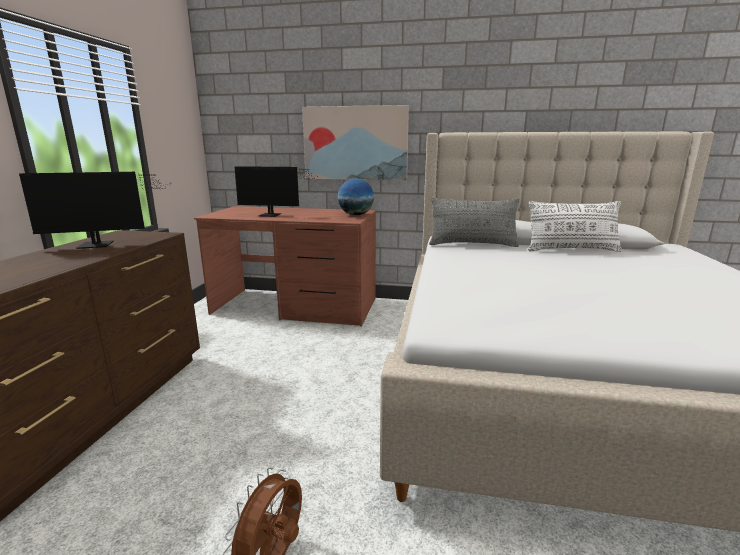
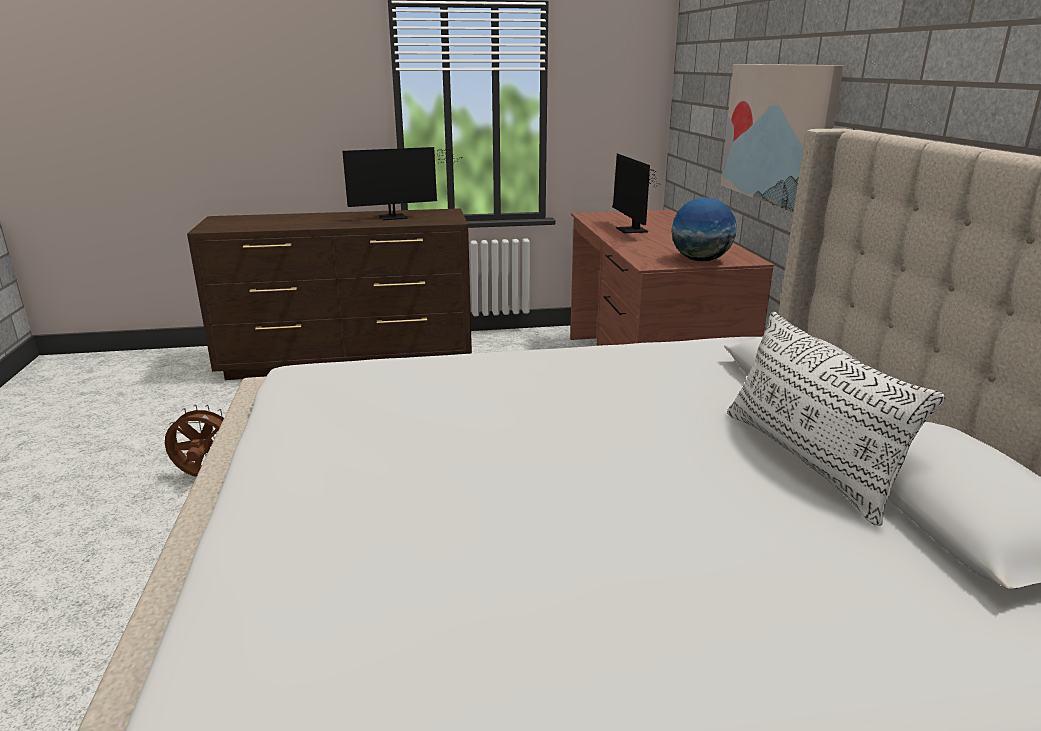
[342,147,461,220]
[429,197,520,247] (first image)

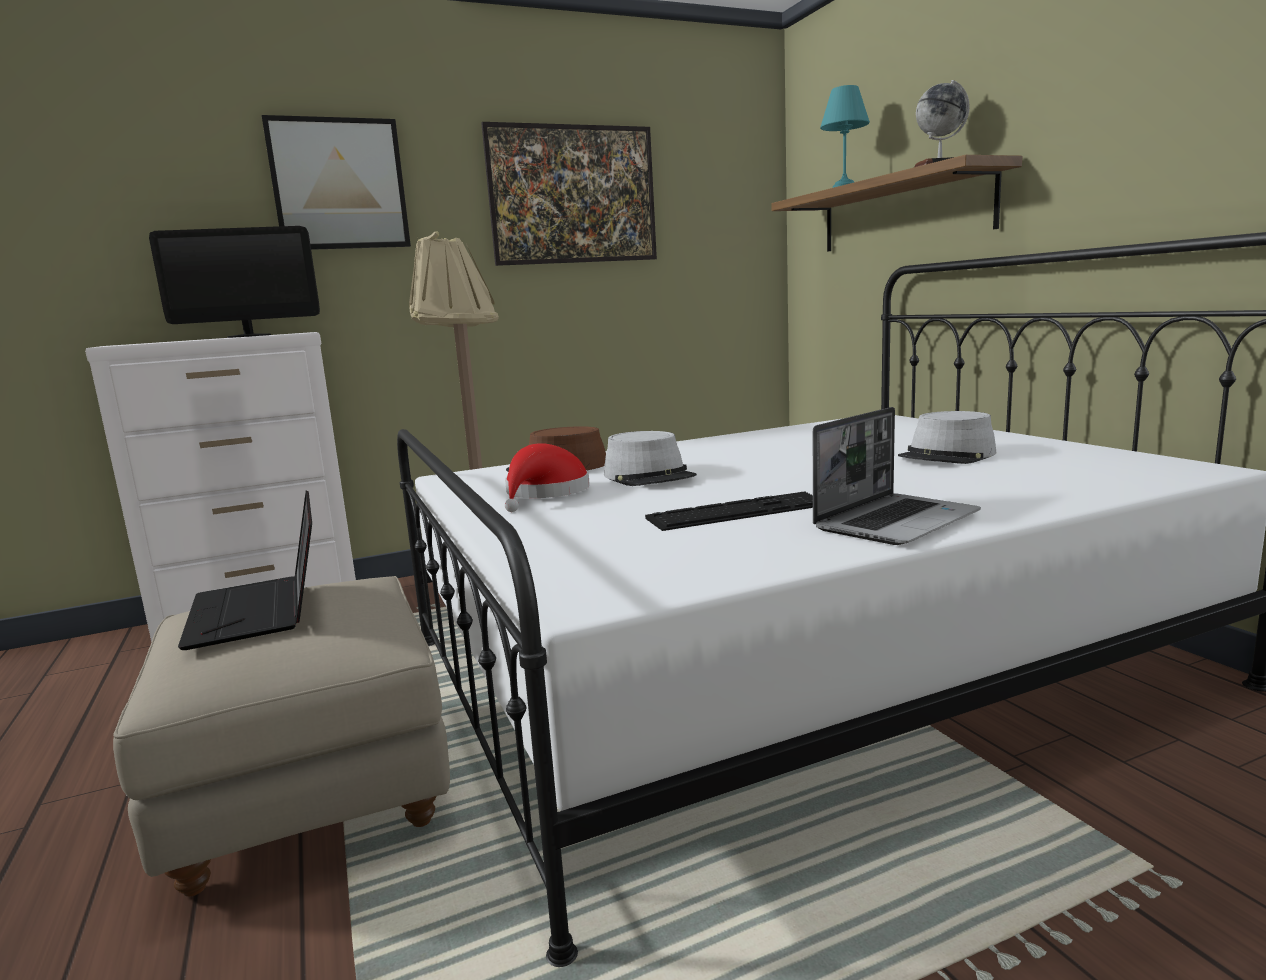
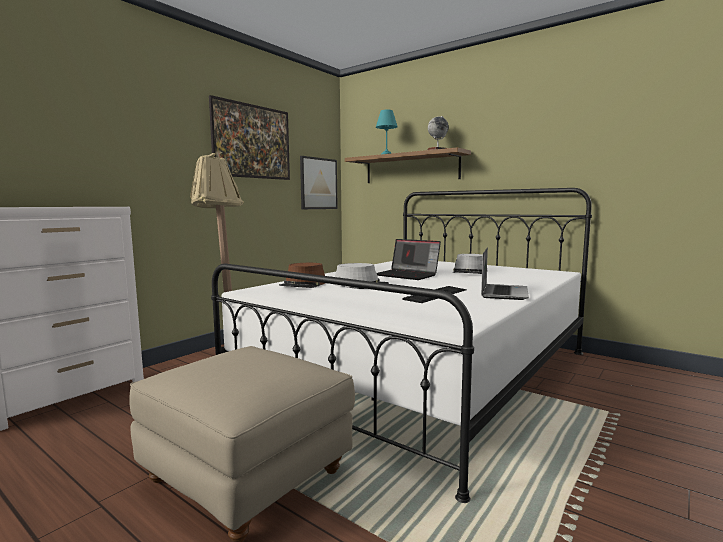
[300,156,338,209]
[149,226,320,338] (first image)
[505,443,590,512] (first image)
[377,239,441,280]

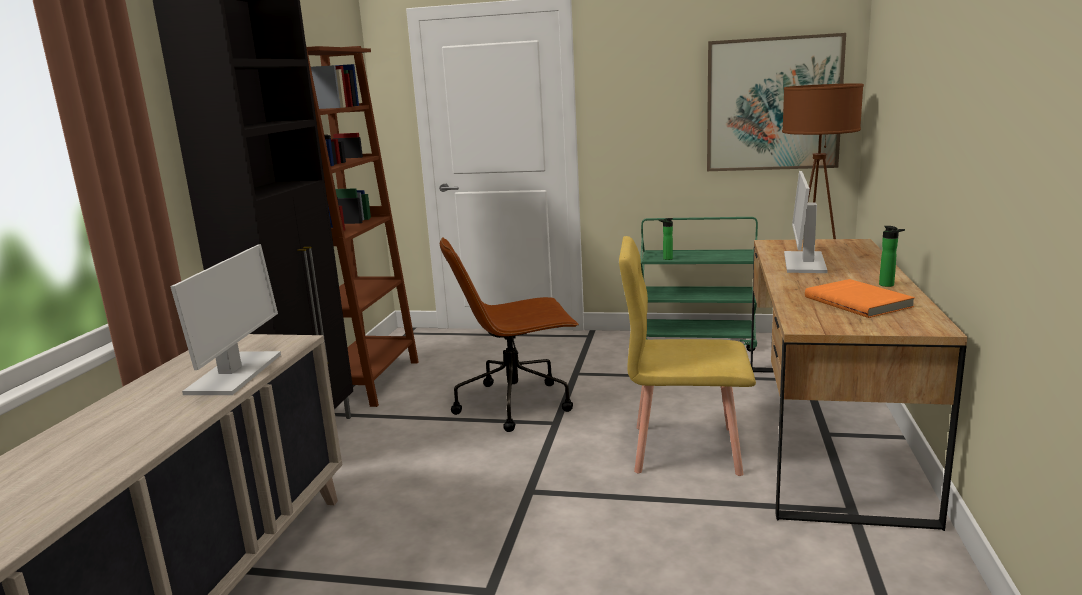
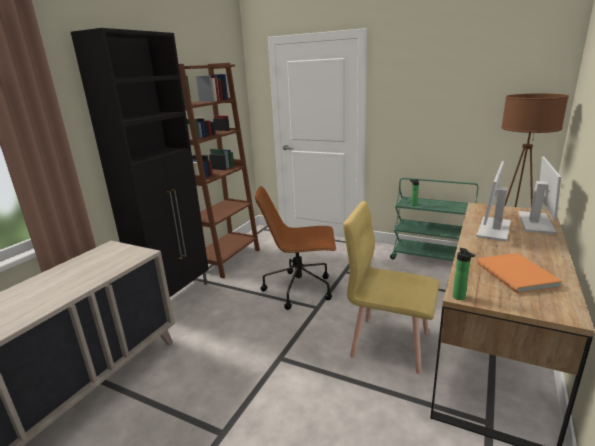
[707,33,846,171] (first image)
[453,248,475,300]
[518,157,561,234]

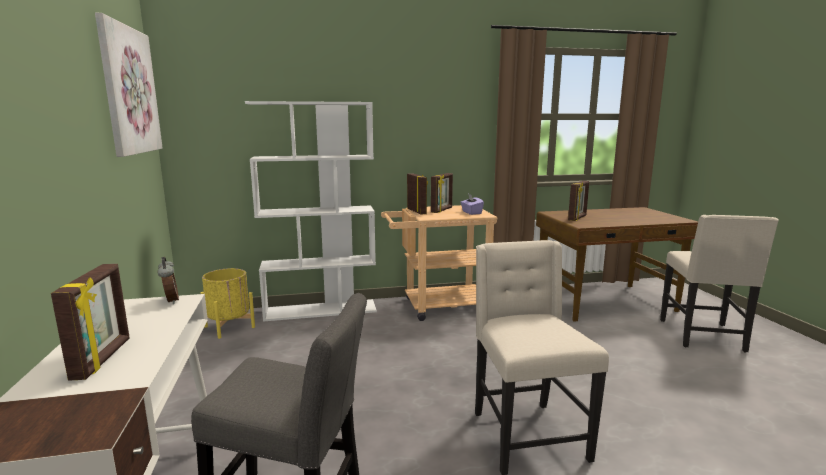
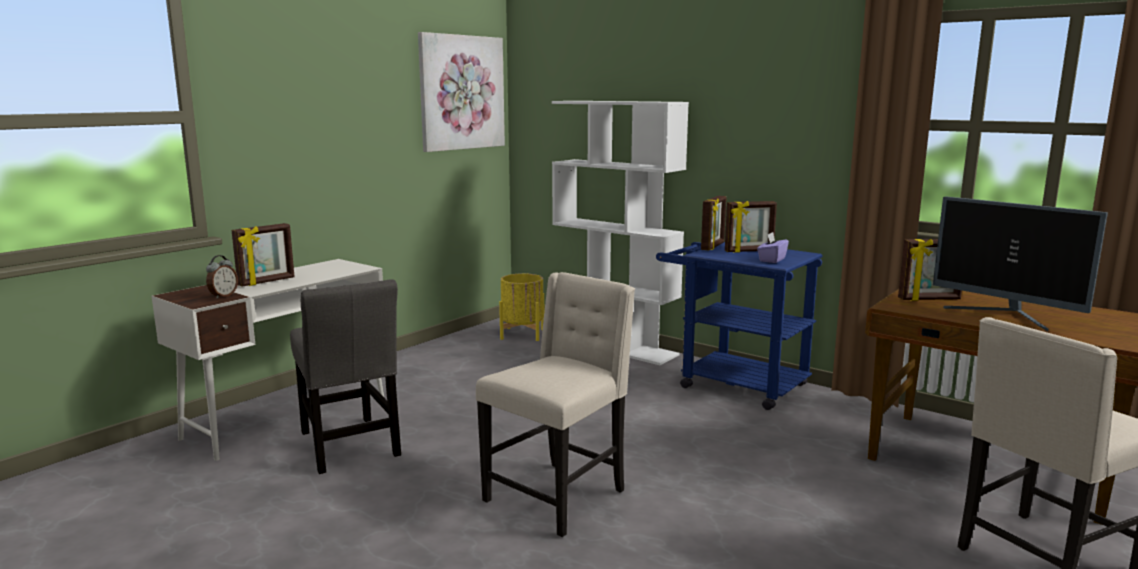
[656,242,822,410]
[206,255,238,299]
[933,196,1108,331]

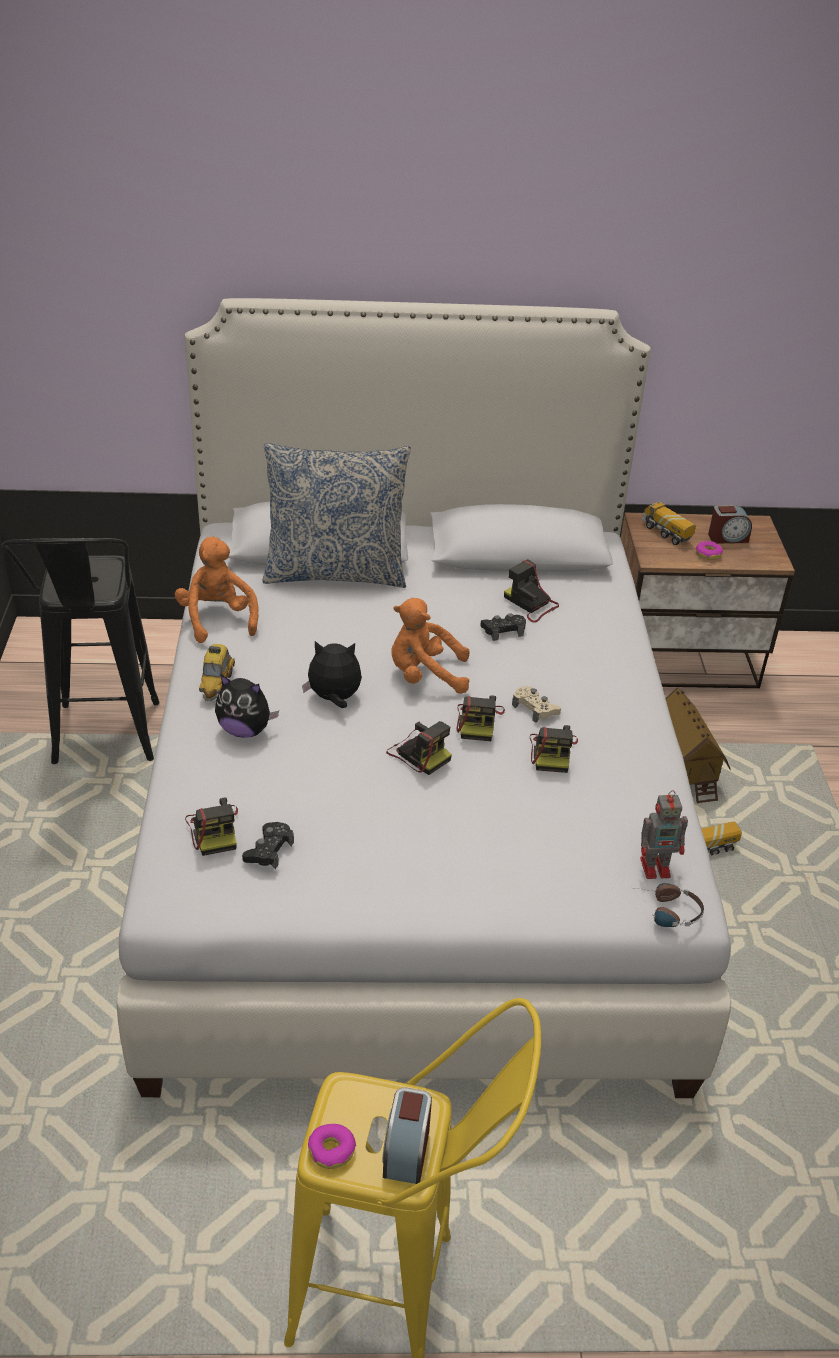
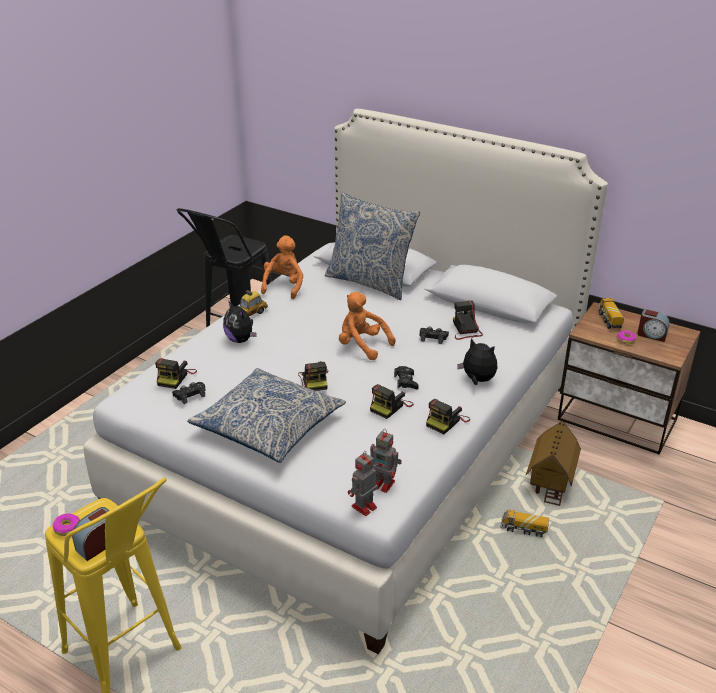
[457,338,497,385]
[394,366,419,389]
[426,399,470,434]
[348,451,377,516]
[187,368,346,463]

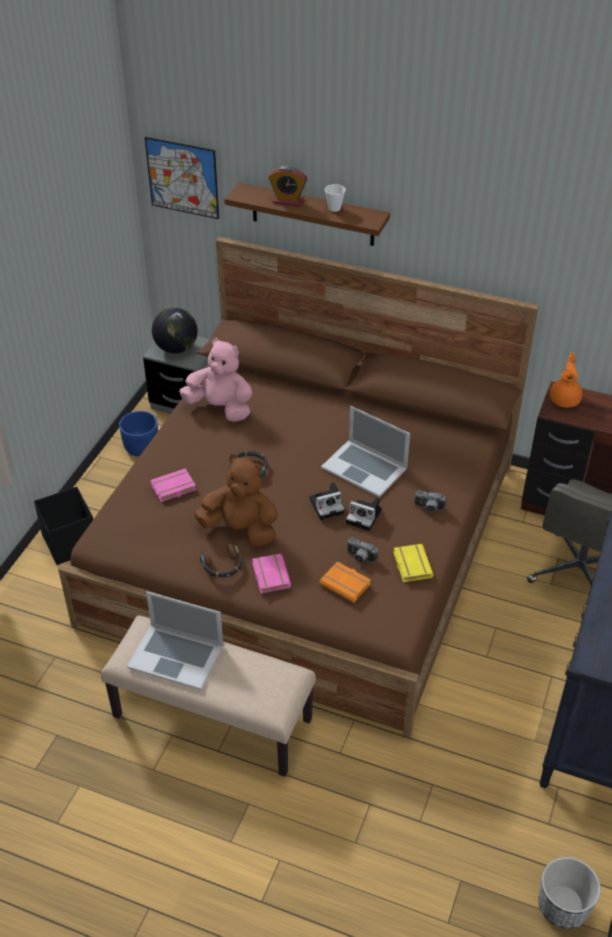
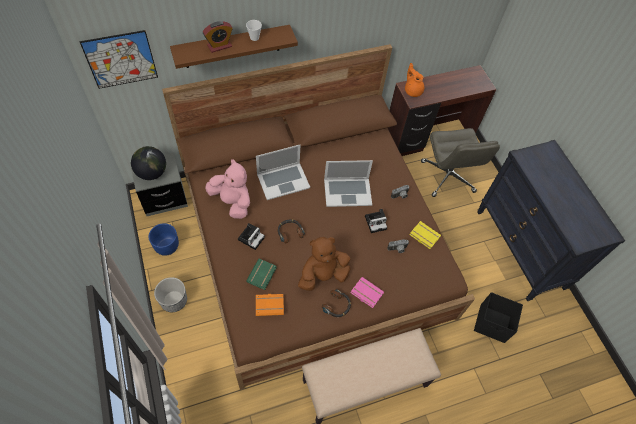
[205,159,250,219]
[246,259,276,290]
[238,223,265,250]
[474,292,523,343]
[256,294,284,316]
[256,145,310,200]
[154,277,187,312]

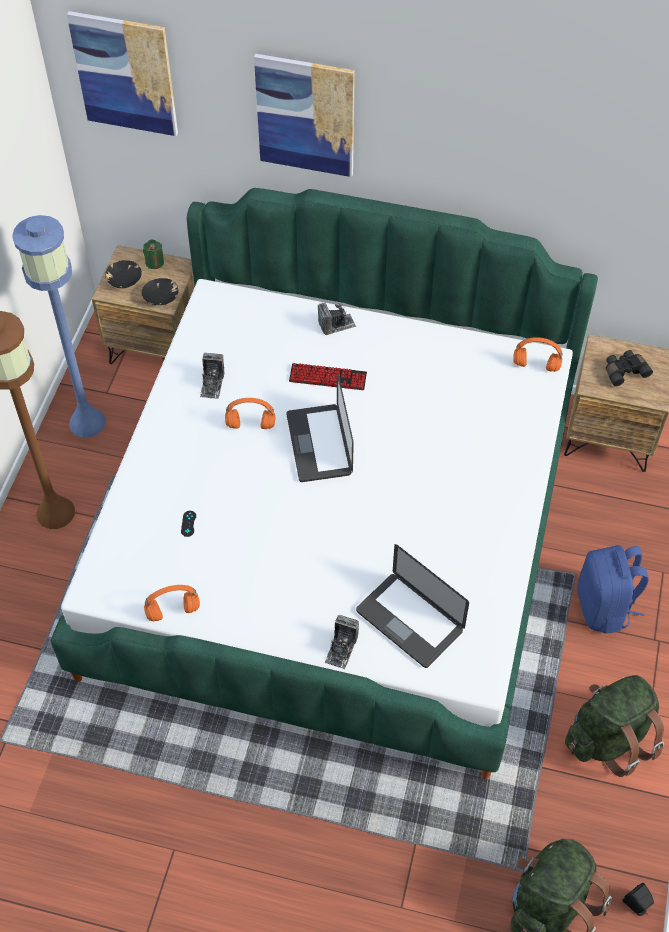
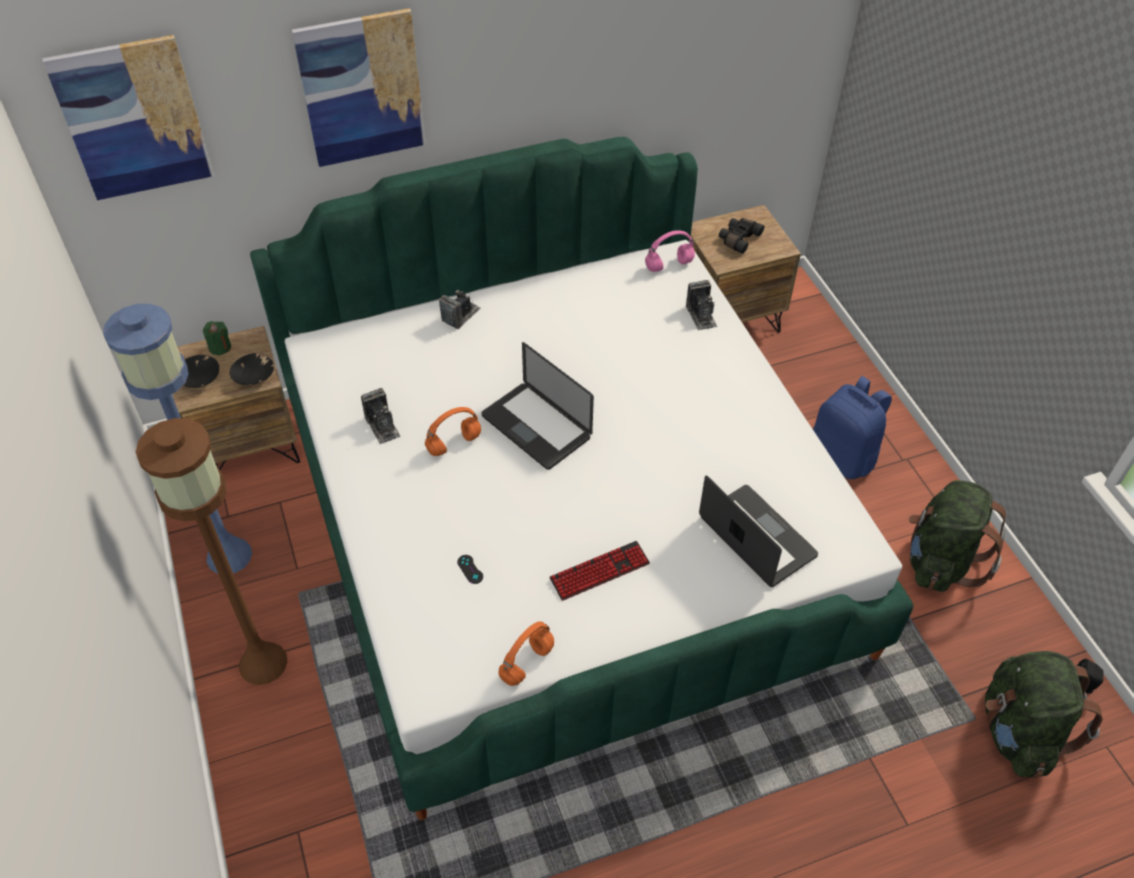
[645,230,695,272]
[549,541,650,601]
[699,475,818,587]
[686,280,717,331]

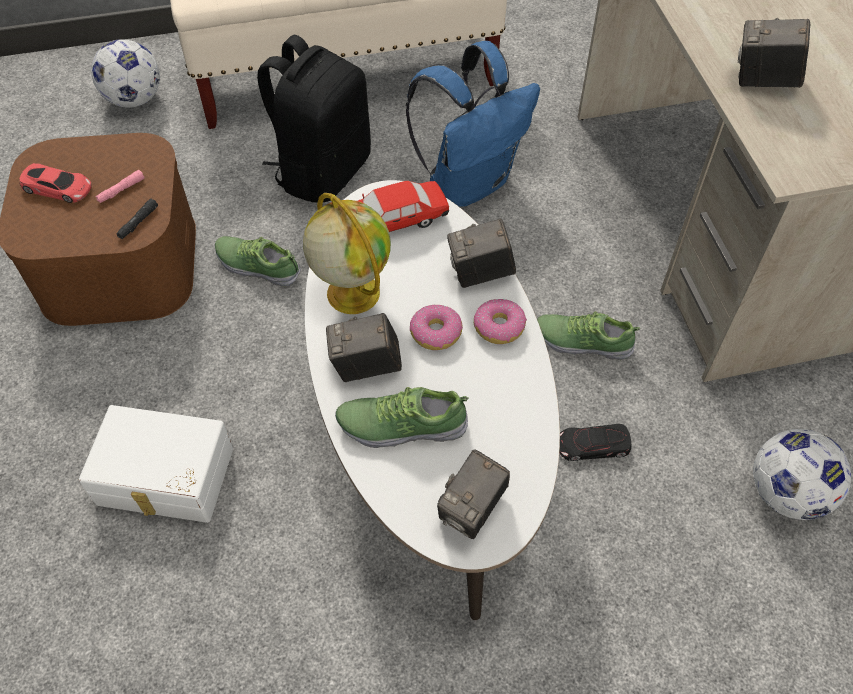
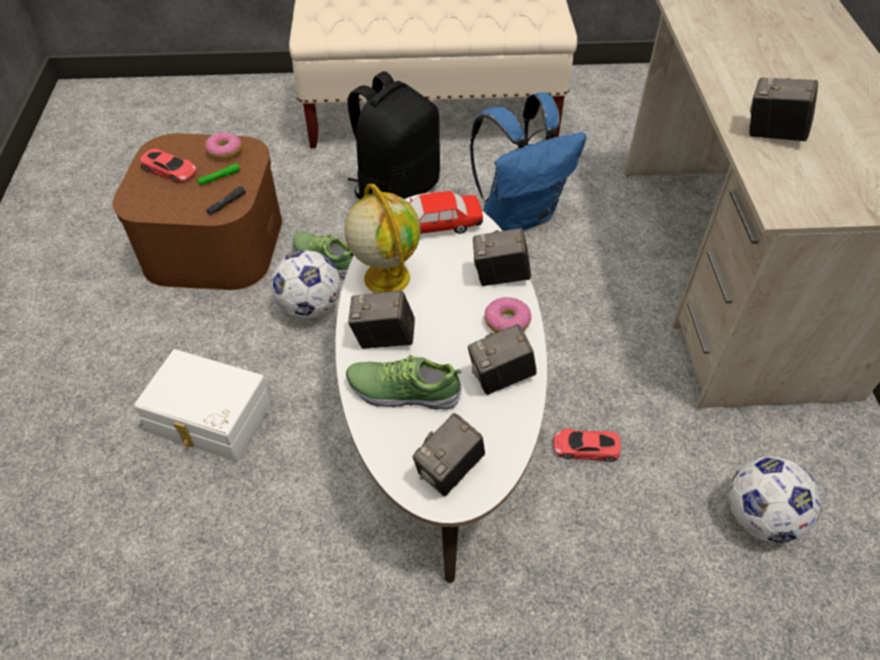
[271,250,340,318]
[197,163,240,185]
[205,132,242,160]
[537,311,640,360] (first image)
[553,429,621,462]
[468,324,537,395]

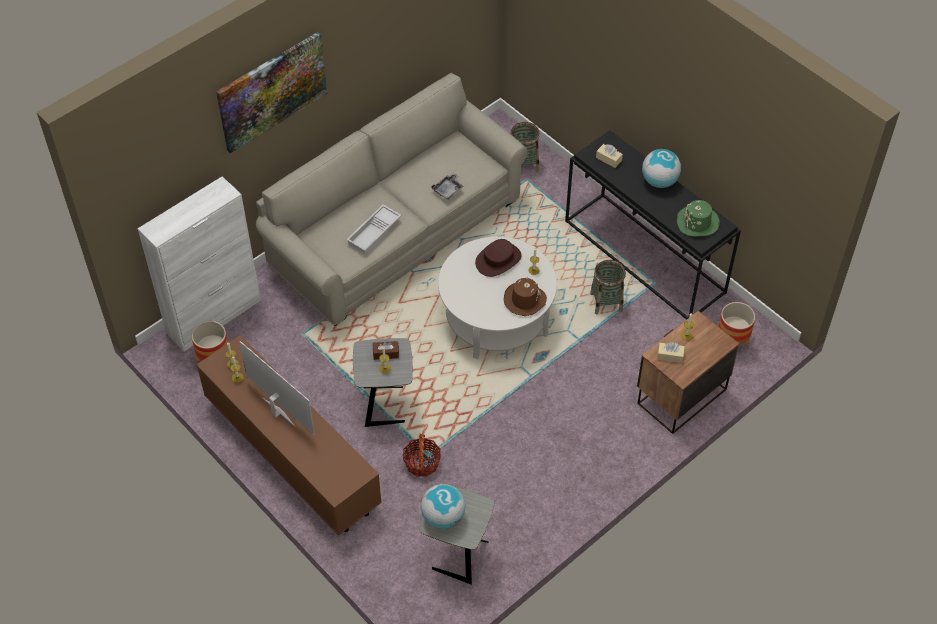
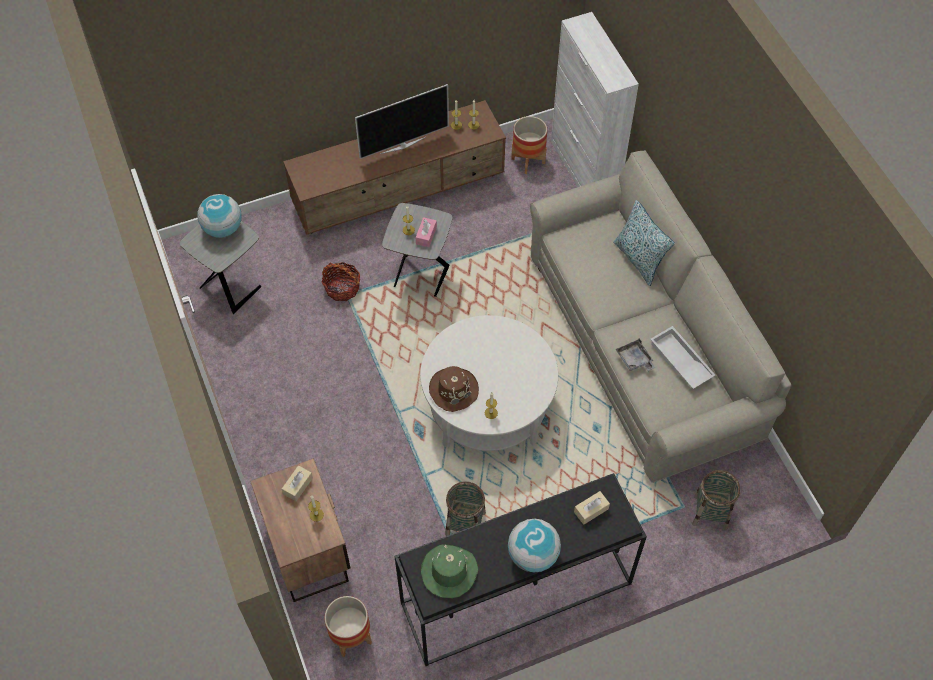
[216,32,327,153] (first image)
[650,326,716,389]
[475,239,522,277] (first image)
[416,217,437,247]
[613,200,675,286]

